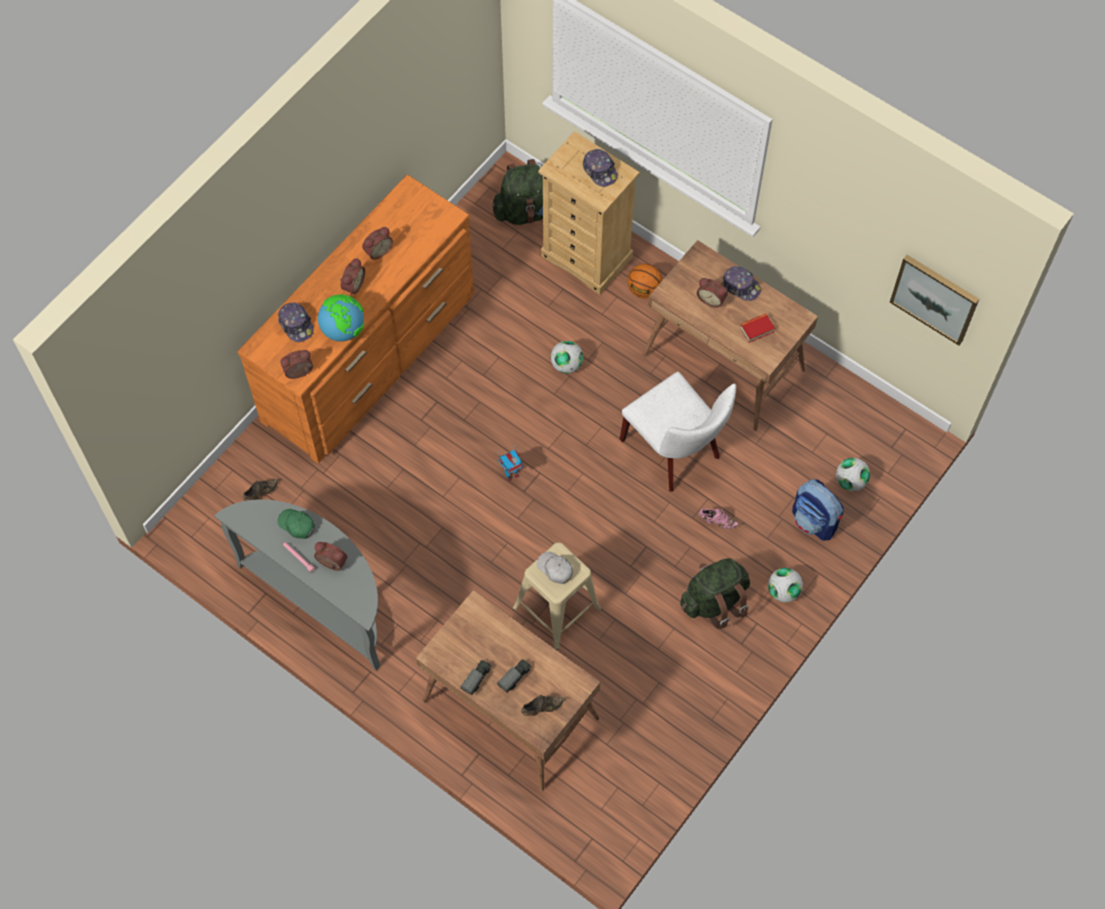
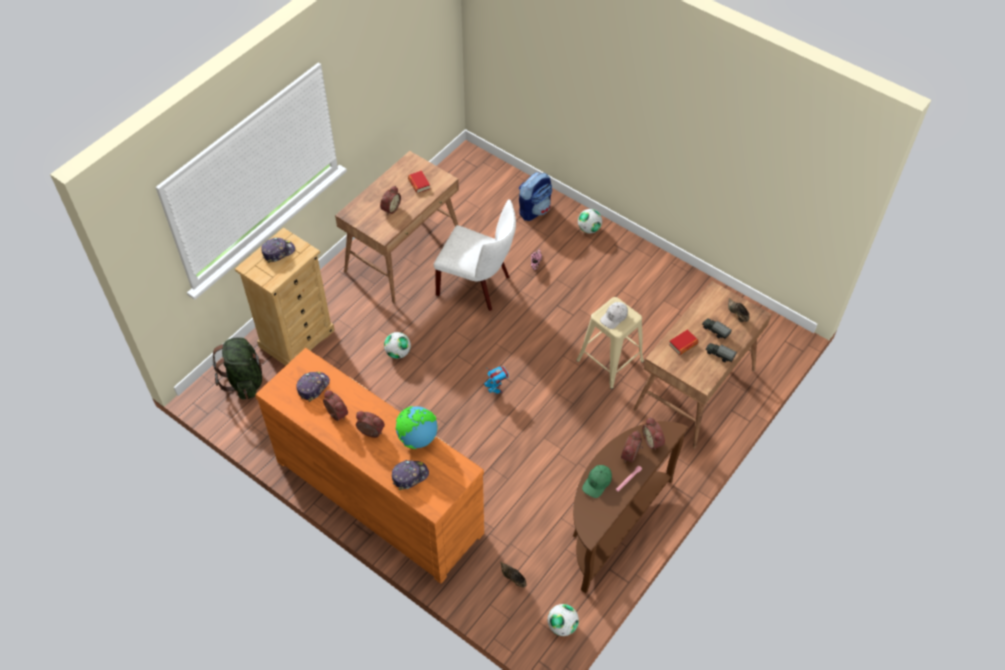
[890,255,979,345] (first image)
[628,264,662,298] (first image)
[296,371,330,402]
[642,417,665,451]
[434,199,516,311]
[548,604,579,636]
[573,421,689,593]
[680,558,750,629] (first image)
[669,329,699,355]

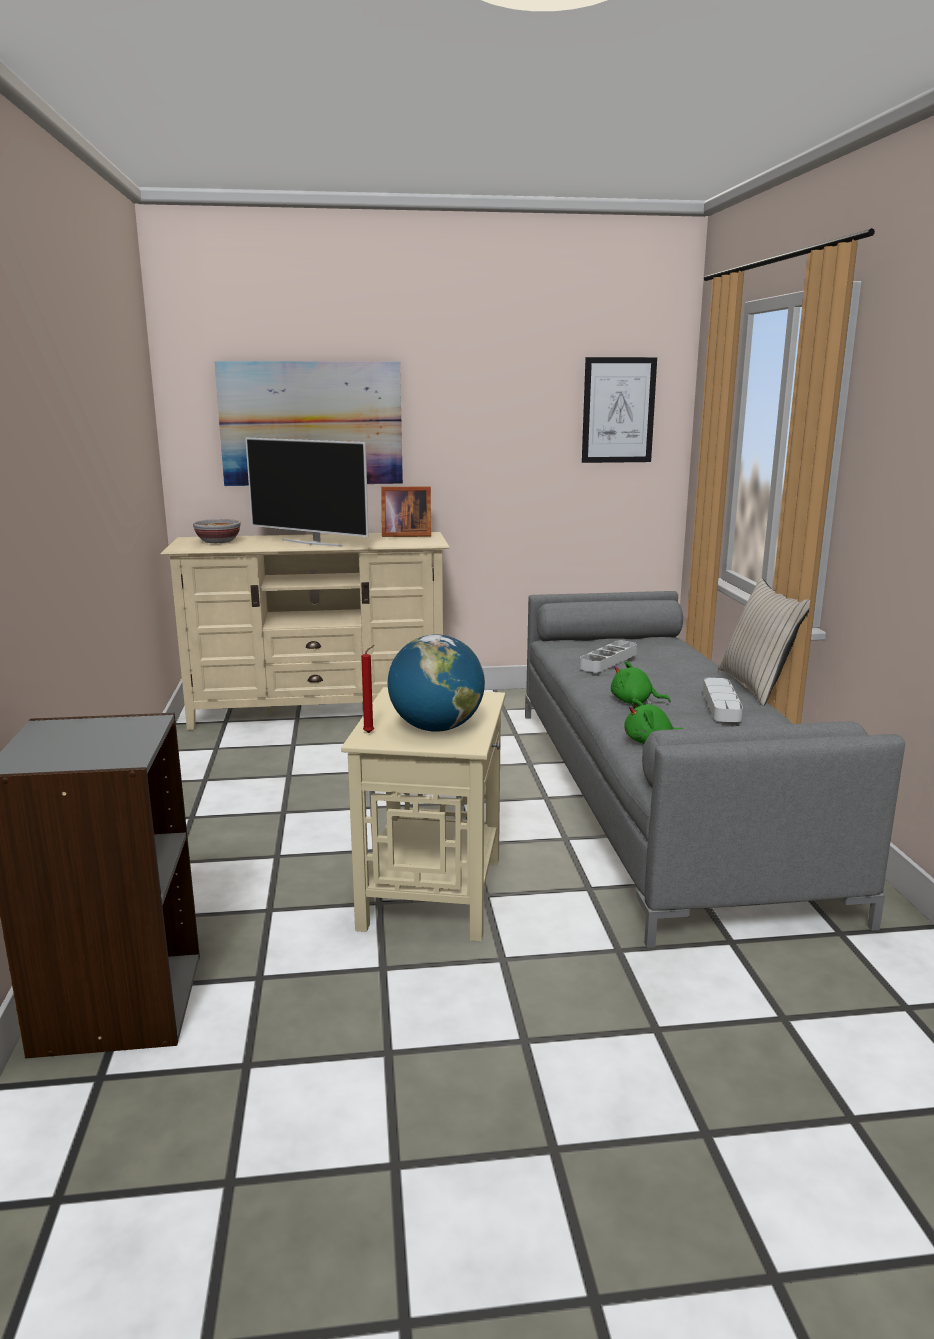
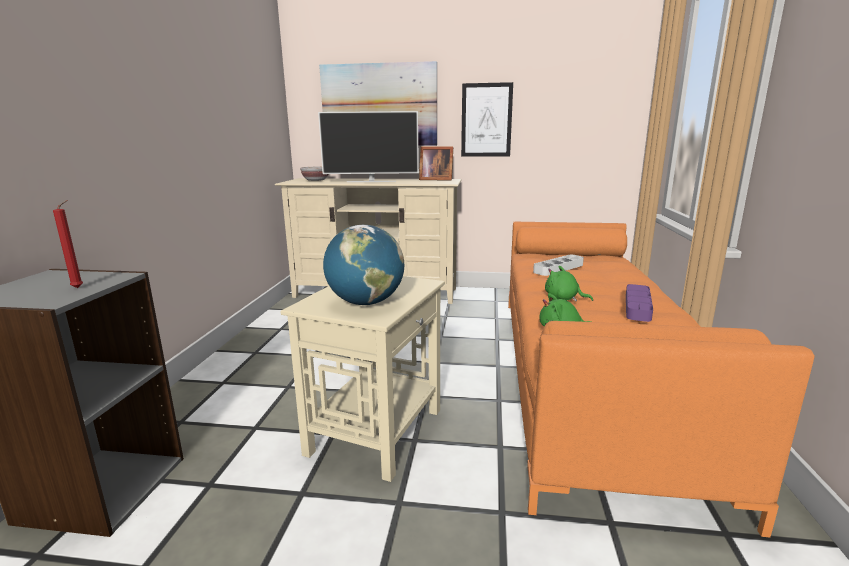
[461,82,513,157]
[318,111,419,182]
[718,578,810,706] (first image)
[508,222,815,537]
[53,200,83,288]
[626,284,653,322]

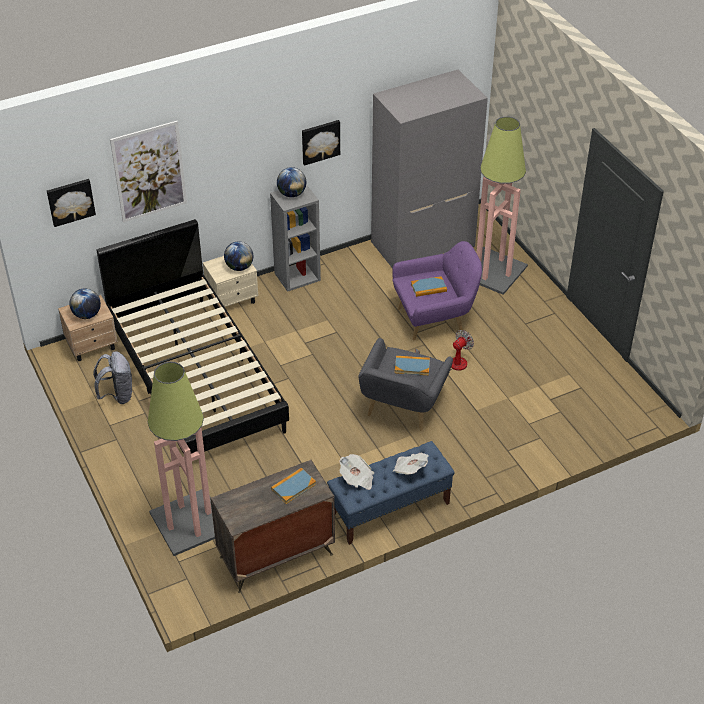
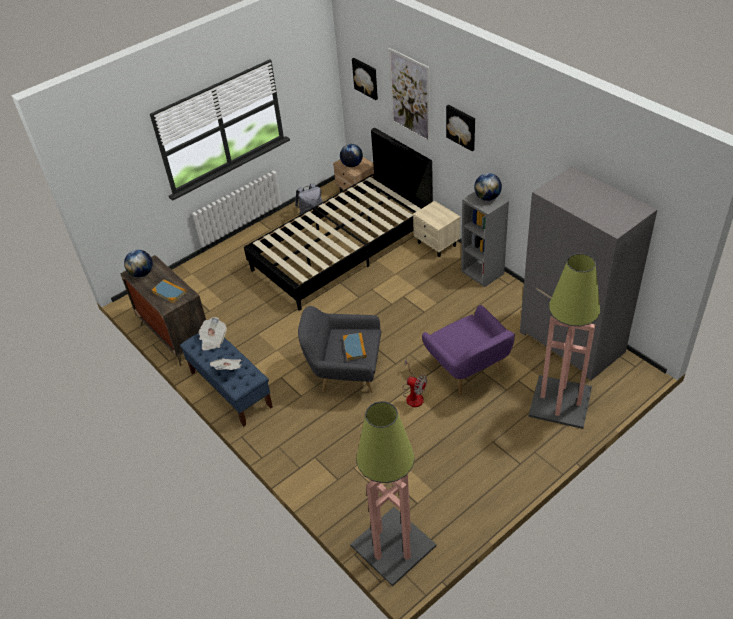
[446,105,475,151]
[124,250,153,277]
[411,276,447,297] (first image)
[350,401,436,586]

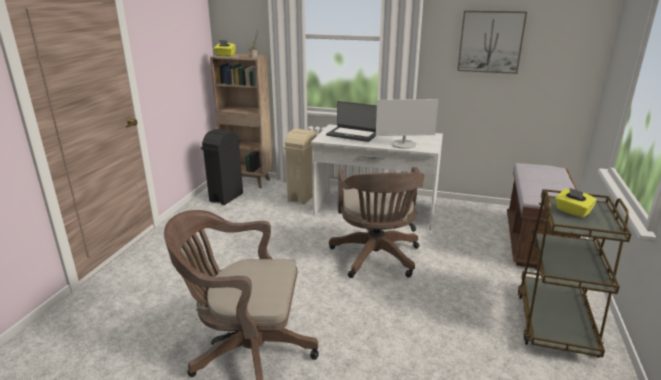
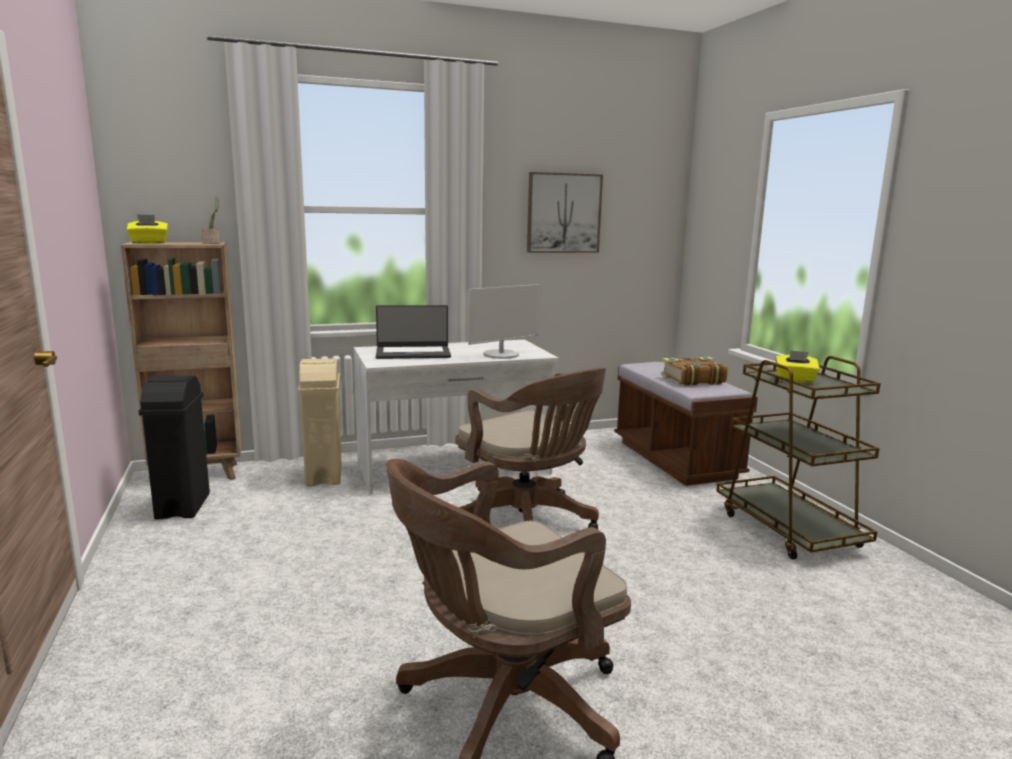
[661,357,728,386]

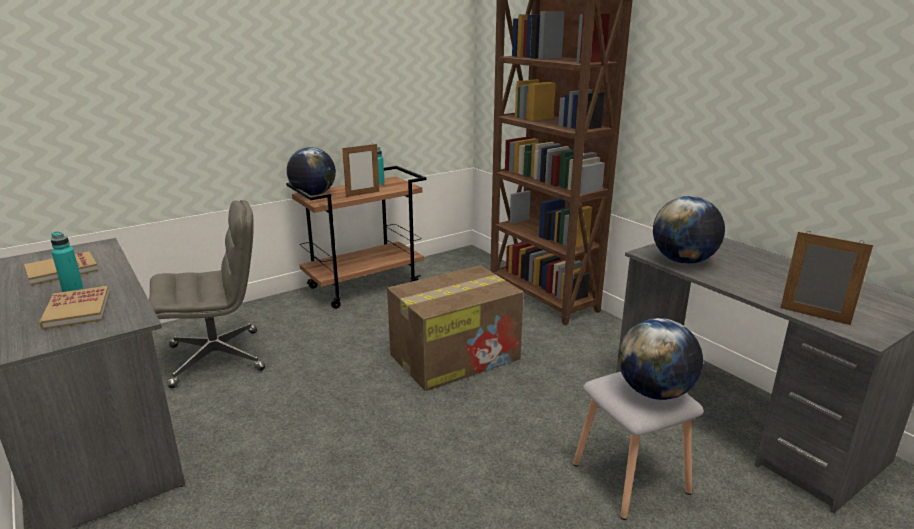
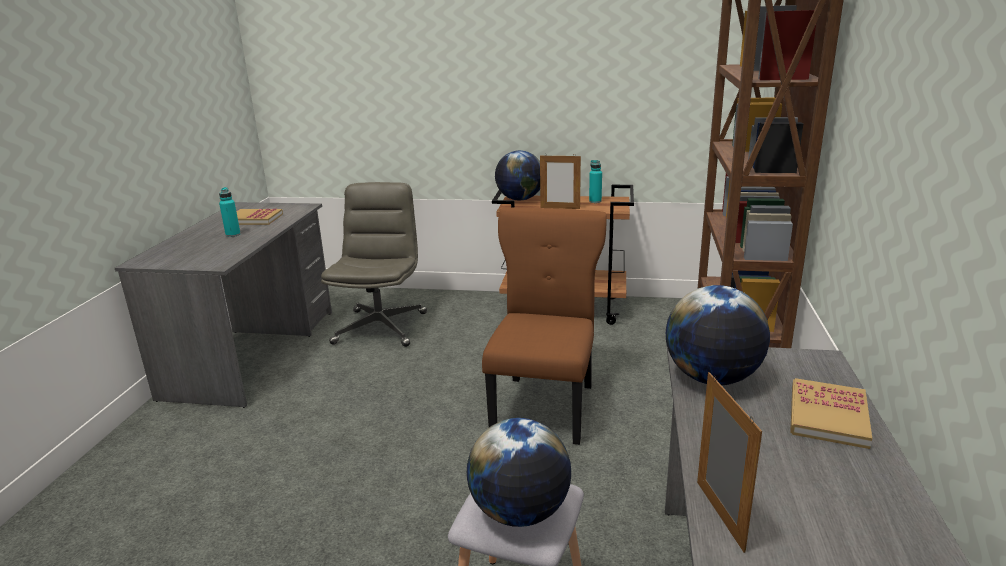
[321,182,427,347]
[482,207,607,445]
[790,378,872,449]

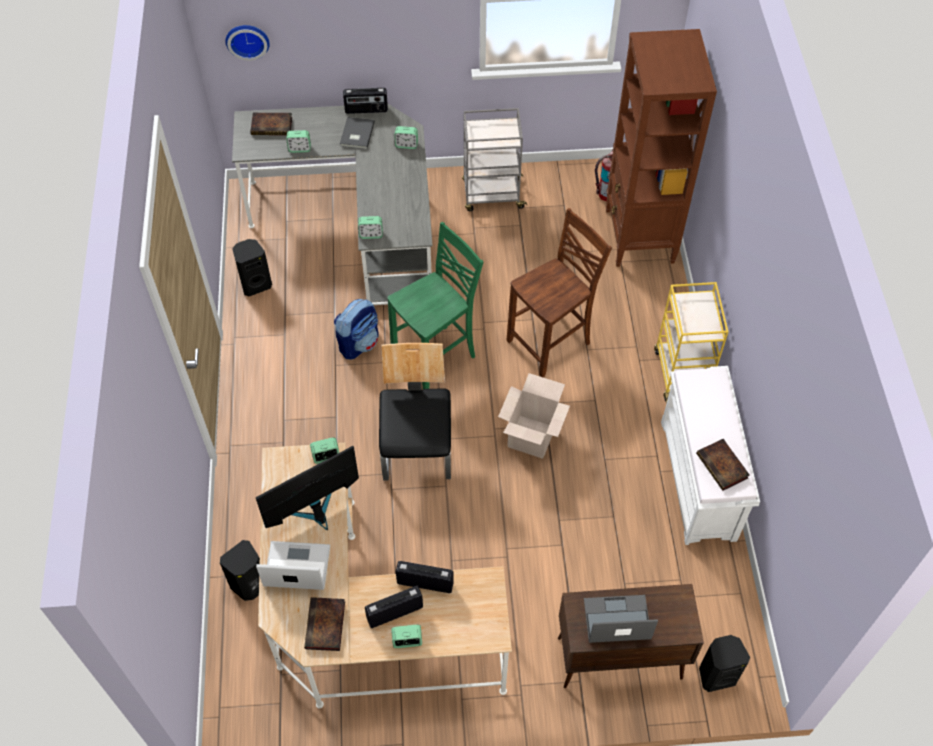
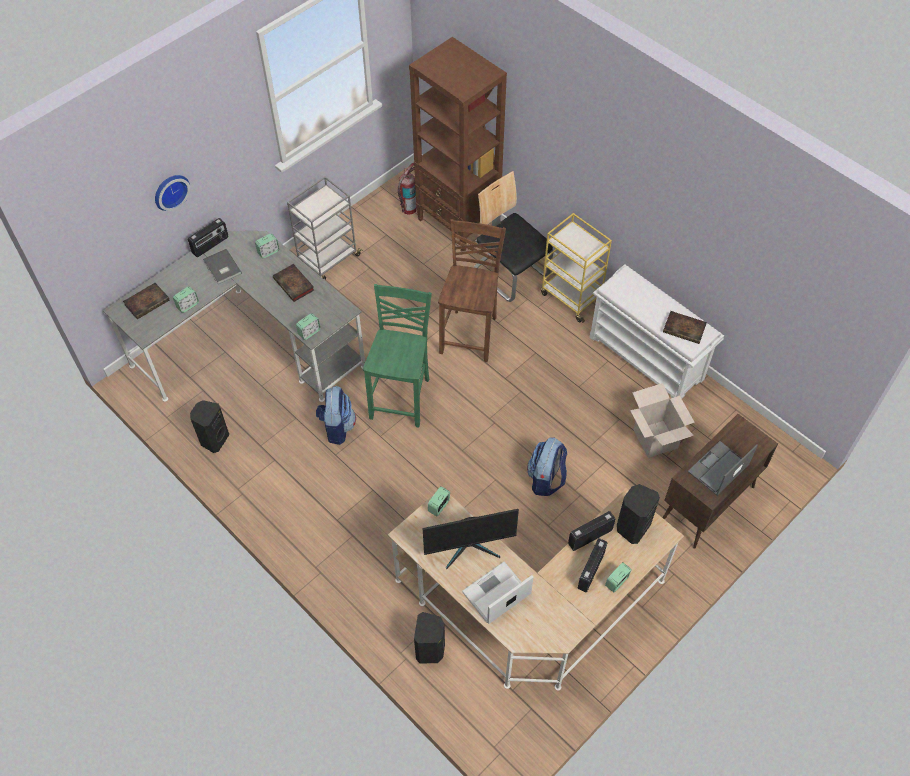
[155,175,190,211]
[474,171,553,302]
[630,383,695,458]
[423,509,519,569]
[273,264,314,302]
[617,484,660,544]
[527,437,567,496]

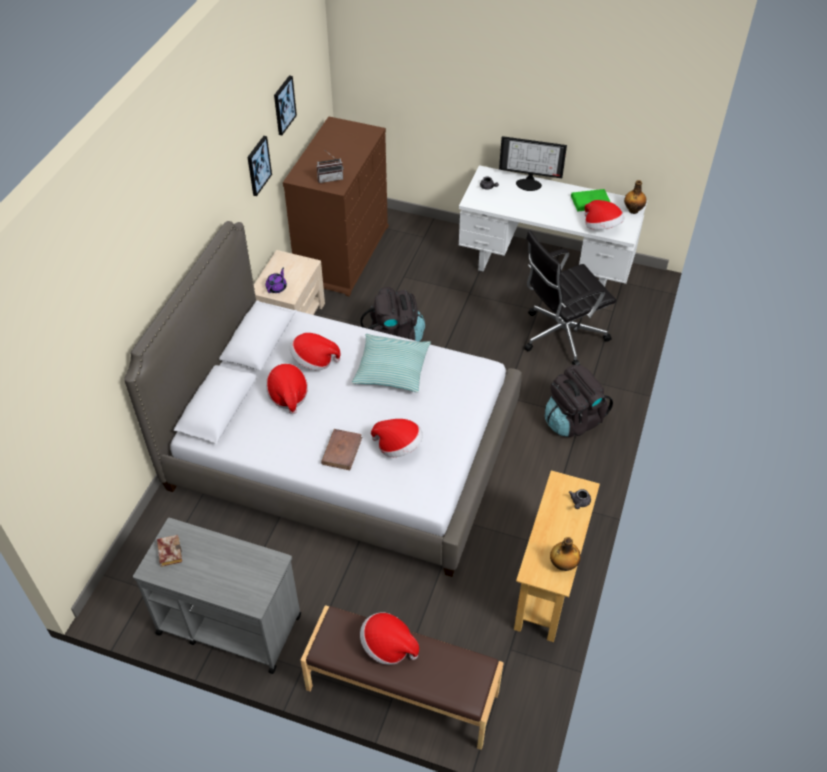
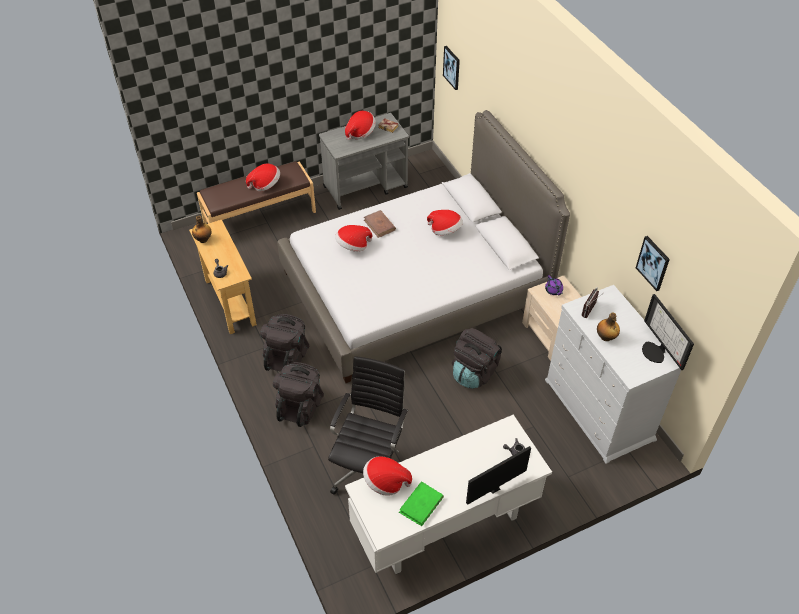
[545,285,681,464]
[443,46,460,90]
[597,313,620,341]
[345,111,376,140]
[352,334,431,392] (first image)
[642,294,694,370]
[260,314,309,372]

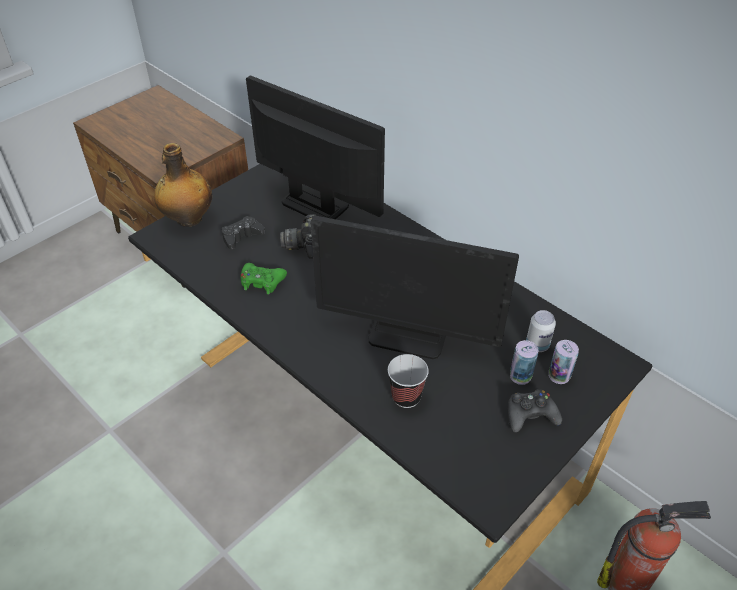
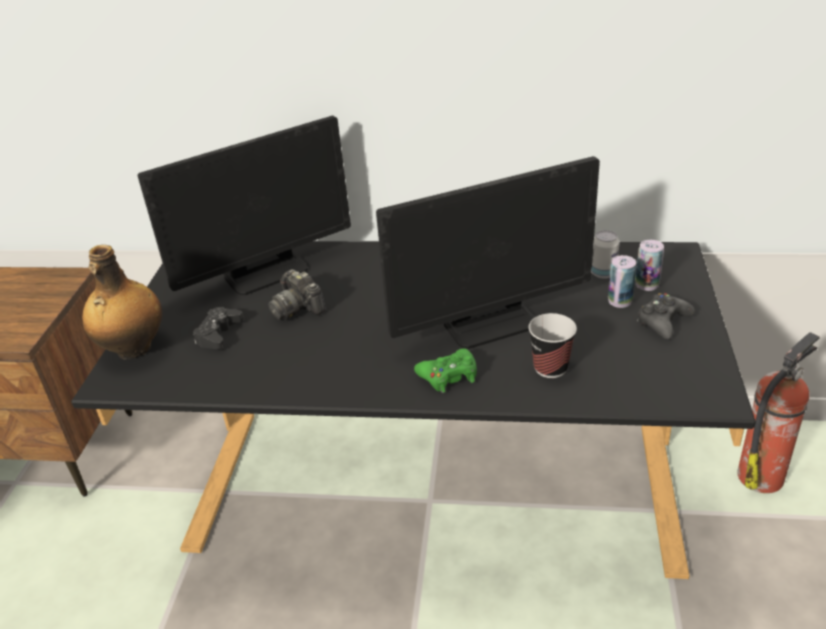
[138,116,351,295]
[414,348,477,393]

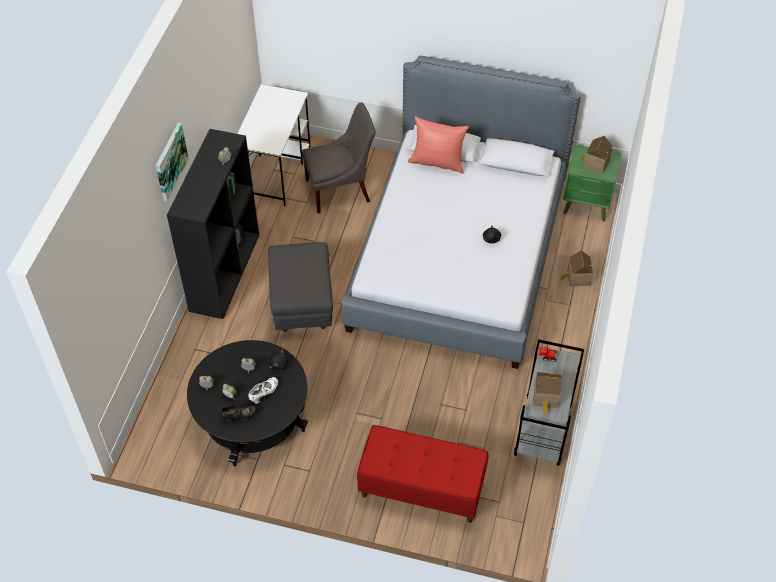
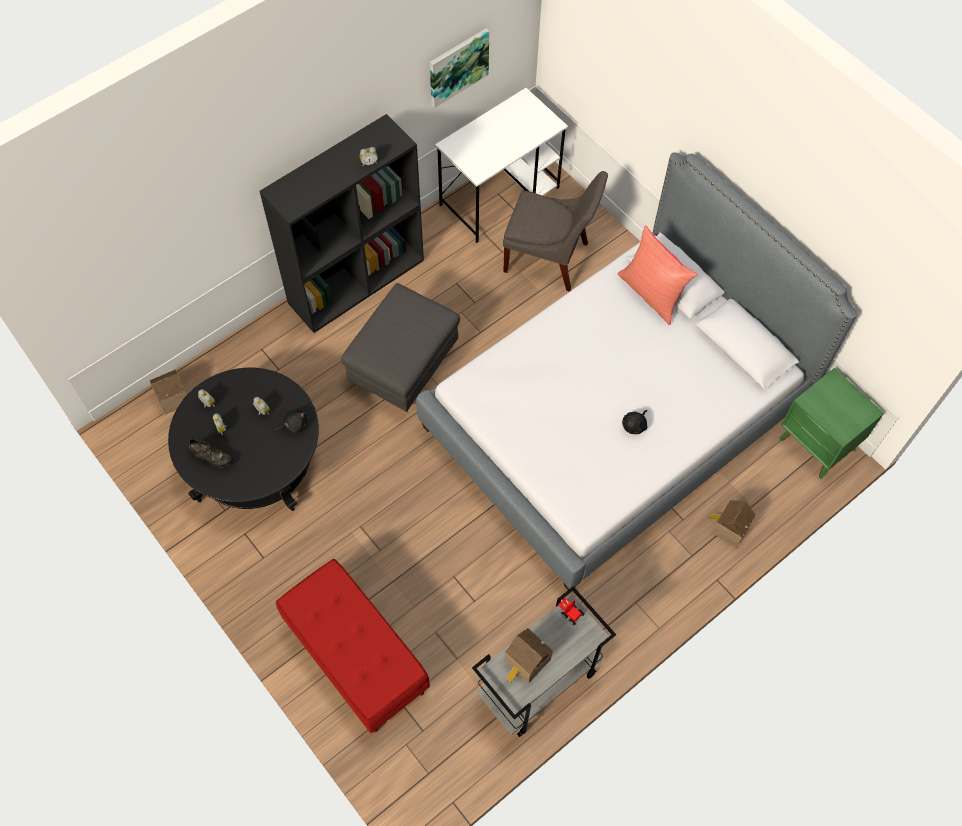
[430,28,489,108]
[150,370,187,415]
[249,377,278,404] (first image)

